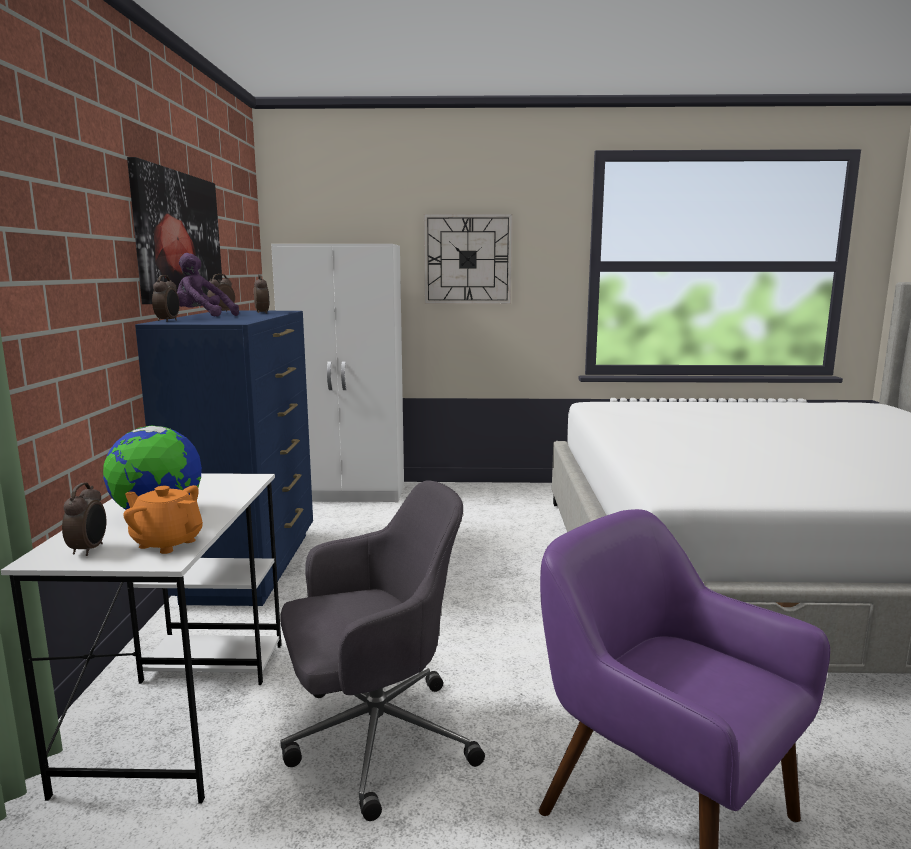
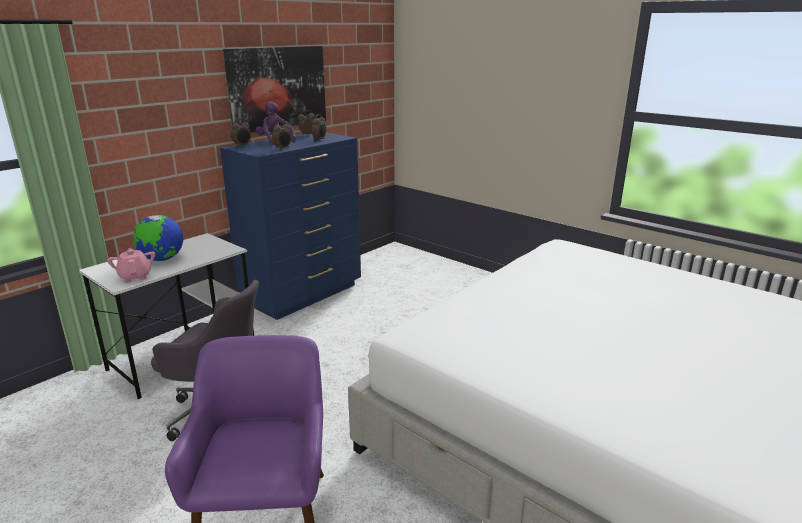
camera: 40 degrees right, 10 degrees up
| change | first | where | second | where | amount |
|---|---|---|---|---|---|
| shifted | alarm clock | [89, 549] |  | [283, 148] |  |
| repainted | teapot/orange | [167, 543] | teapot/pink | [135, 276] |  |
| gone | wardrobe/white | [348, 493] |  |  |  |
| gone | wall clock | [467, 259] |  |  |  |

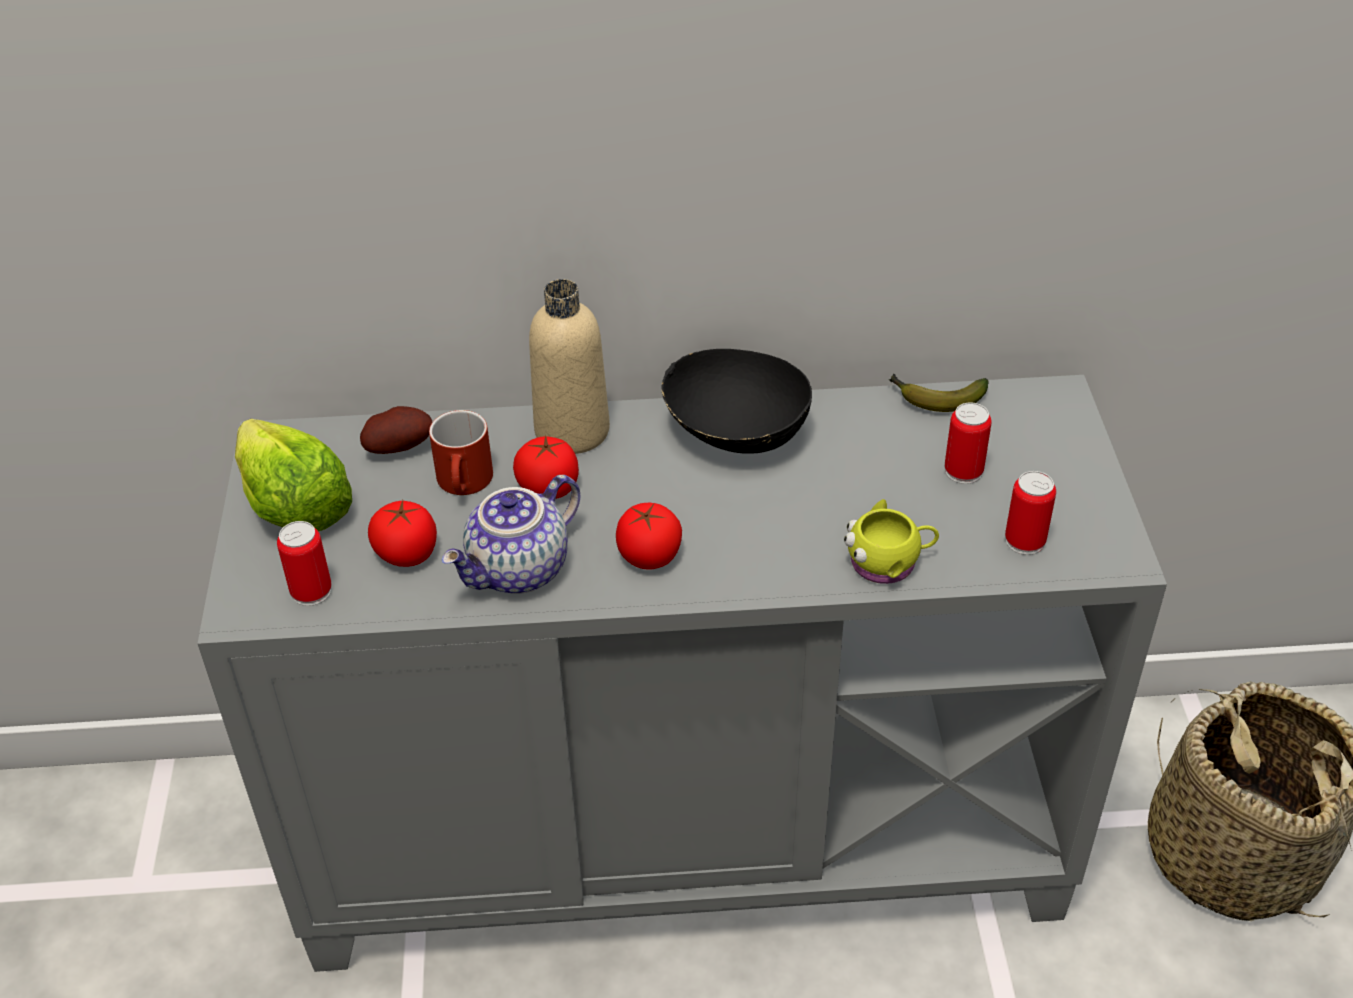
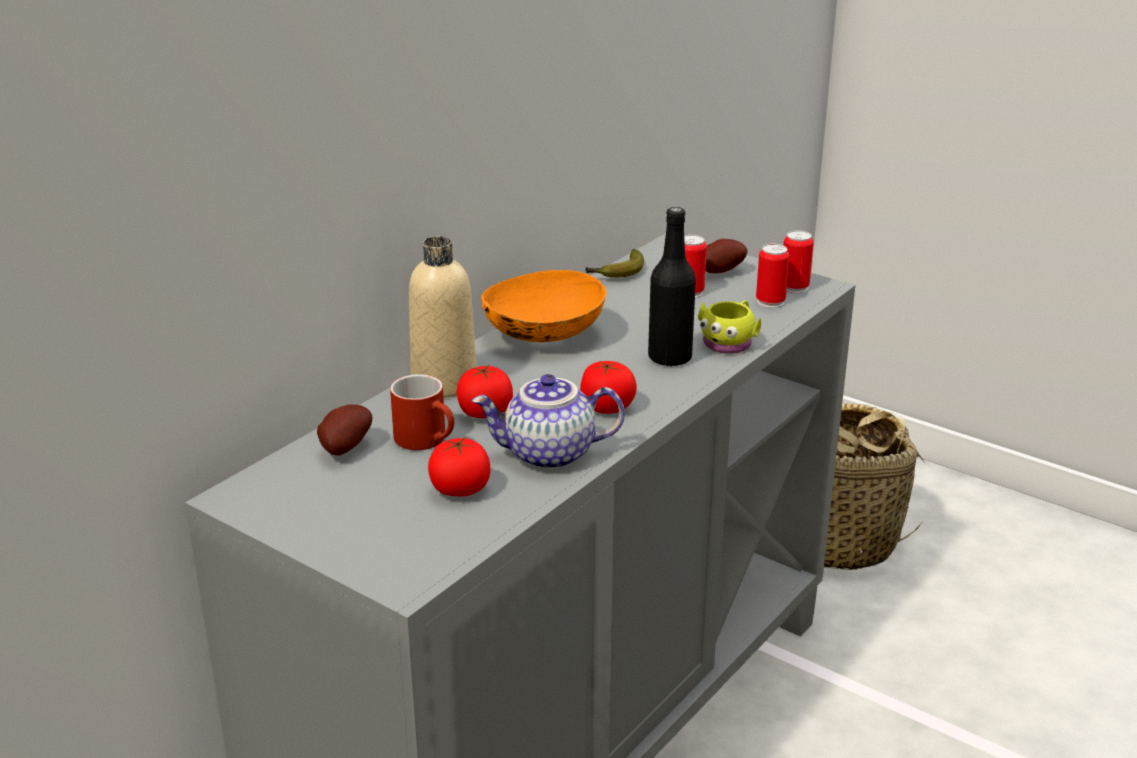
camera: 50 degrees left, 15 degrees down
| change | first | where | second | where | amount |
|---|---|---|---|---|---|
| gone | lettuce | [293, 505] |  |  |  |
| shifted | can | [311, 591] |  | [794, 287] |  |
| rotated | teapot | [519, 571] |  | [548, 455] | 90 degrees clockwise |
| repainted | bowl/black | [734, 434] | bowl/orange | [544, 337] |  |
| new |  |  | bottle/black | [670, 358] |  |
| new |  |  | potato | [719, 272] |  |

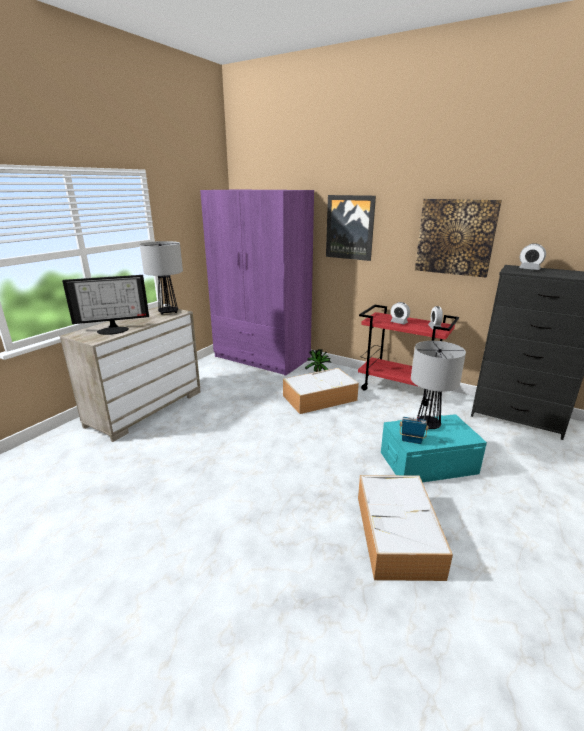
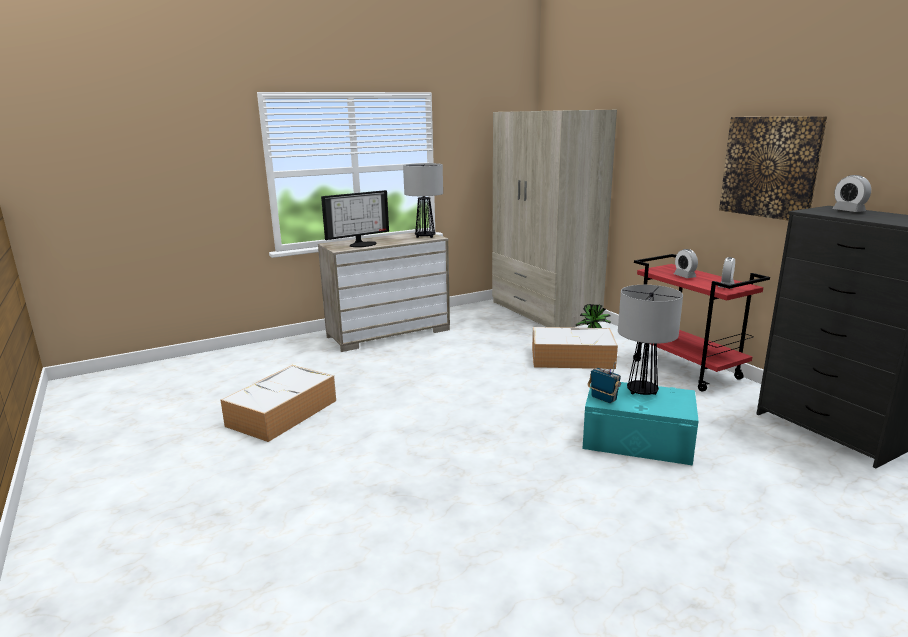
camera: 30 degrees right, 5 degrees down
| change | first | where | second | where | amount |
|---|---|---|---|---|---|
| rotated | monitor | [113, 329] |  | [362, 244] | 45 degrees counterclockwise |
| repainted | wardrobe/purple | [262, 358] | wardrobe/beige | [544, 311] |  |
| gone | picture | [350, 227] |  |  |  |
| shifted | storage box | [398, 536] |  | [282, 414] |  |

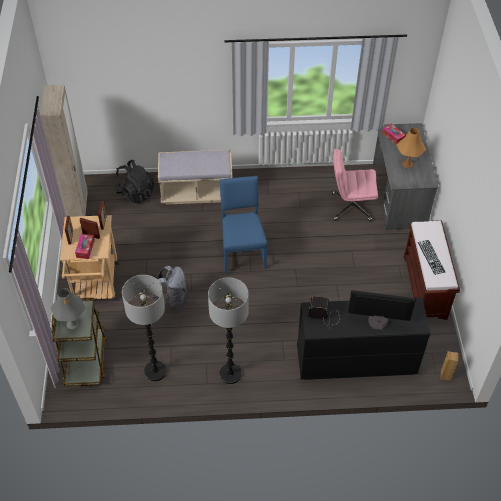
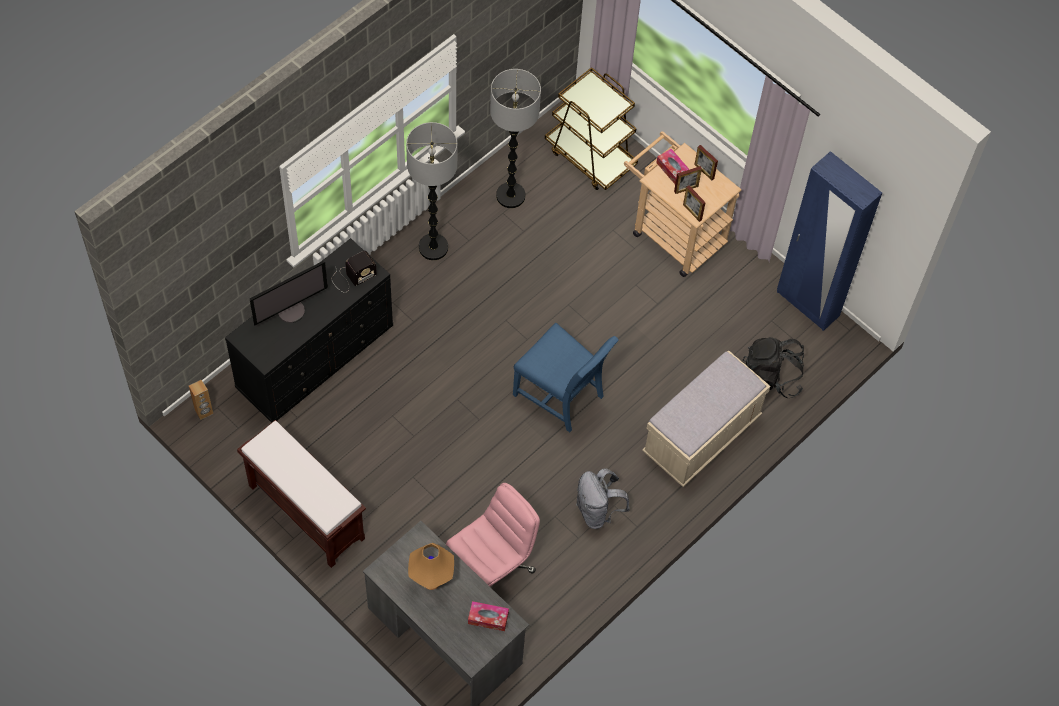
camera: 135 degrees right, 10 degrees up
| change | first | where | second | where | amount |
|---|---|---|---|---|---|
| repainted | wardrobe/beige | [78, 209] | wardrobe/blue | [807, 304] |  |
| gone | table lamp/grey | [72, 323] |  |  |  |
| shifted | backpack/grey | [172, 299] |  | [597, 511] |  |
| gone | keyboard | [431, 257] |  |  |  |

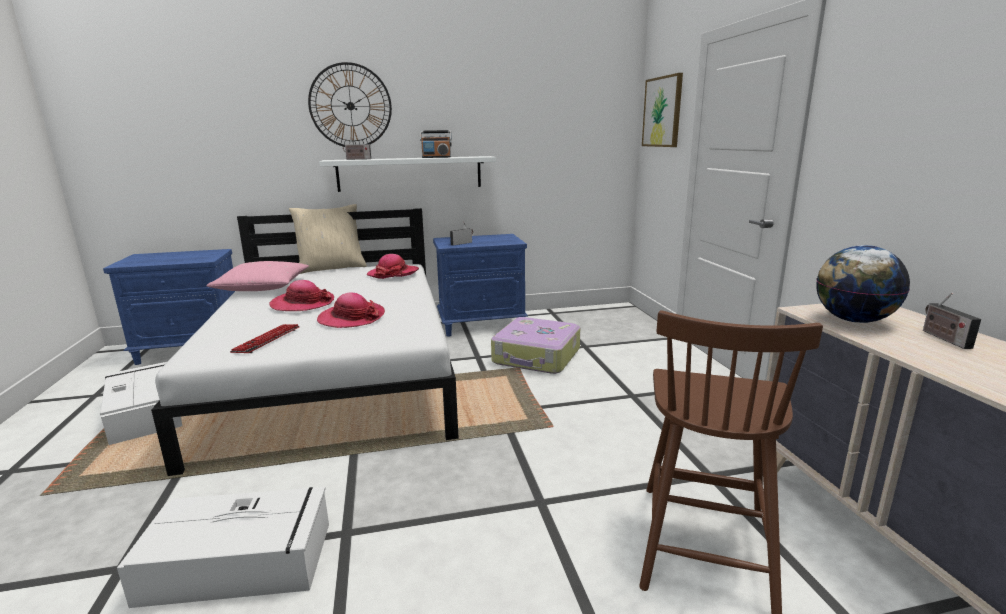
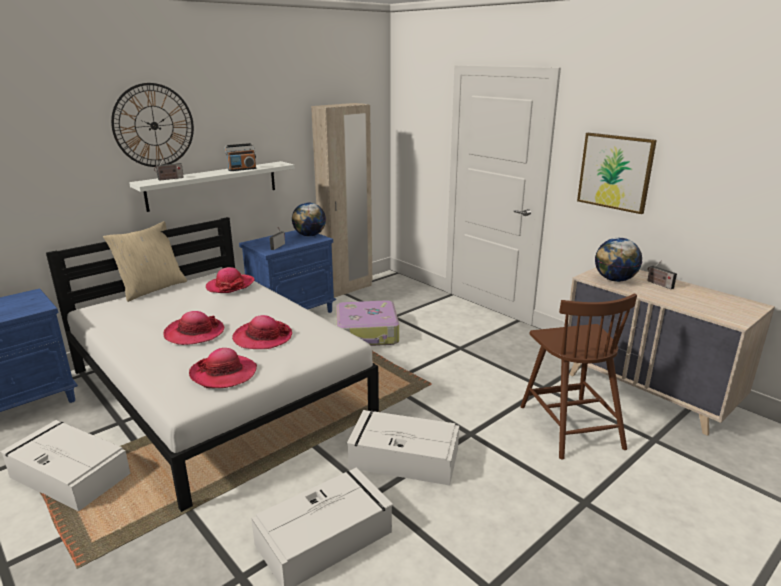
camera: 30 degrees left, 5 degrees up
| change | first | where | second | where | amount |
|---|---|---|---|---|---|
| gone | pillow/pink | [263, 287] |  |  |  |
| swapped | keyboard | [267, 340] | hat | [223, 373] |  |
| shifted | picture | [662, 112] |  | [615, 172] |  |
| new |  |  | globe | [309, 235] |  |
| new |  |  | wardrobe/beige | [347, 289] |  |
| new |  |  | storage box/white | [402, 457] |  |

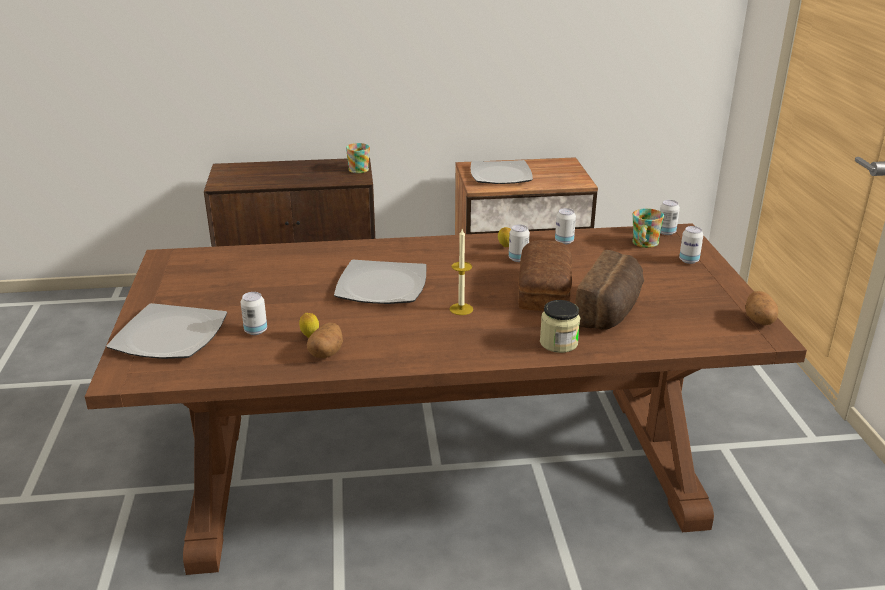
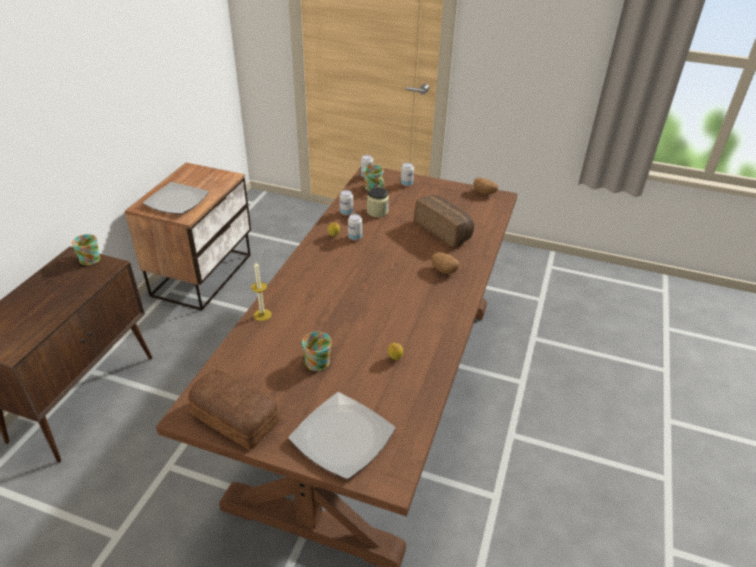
camera: 65 degrees left, 10 degrees up
| change | first | where | second | where | amount |
|---|---|---|---|---|---|
| gone | can | [256, 331] |  |  |  |
| shifted | potato | [326, 353] |  | [443, 270] |  |
| gone | plate | [381, 285] |  |  |  |
| shifted | candle | [461, 309] |  | [262, 315] |  |
| shifted | bread | [545, 289] |  | [235, 416] |  |
| shifted | jar | [558, 343] |  | [377, 212] |  |
| new |  |  | mug | [318, 359] |  |

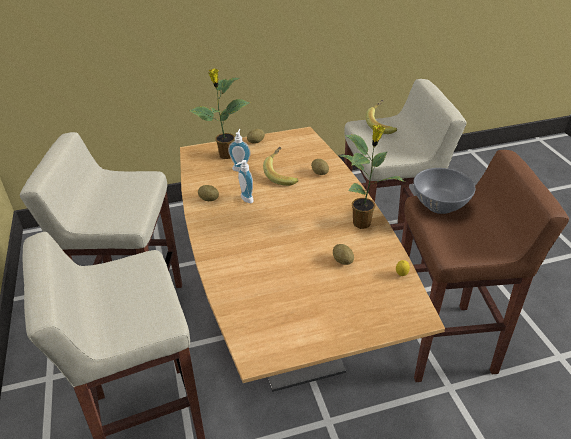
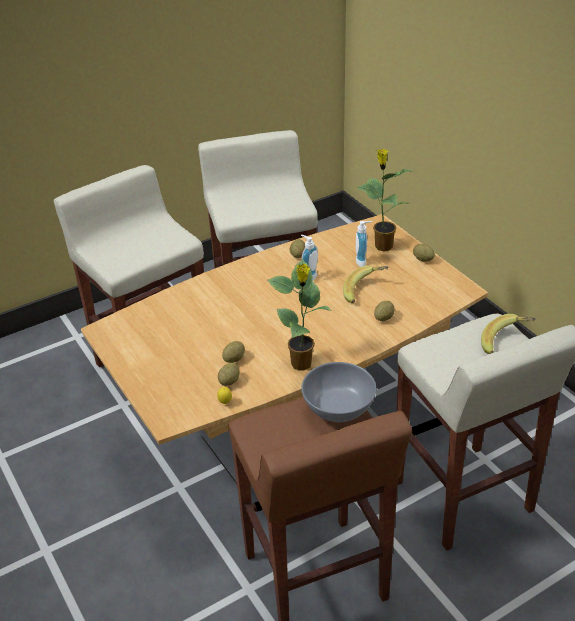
camera: 75 degrees right, 0 degrees up
| change | first | where | second | where | amount |
|---|---|---|---|---|---|
| new |  |  | potato | [229, 381] |  |

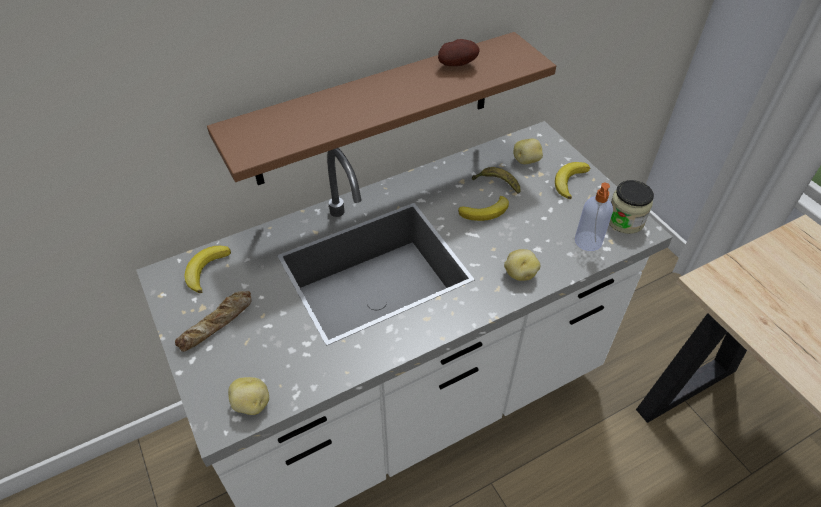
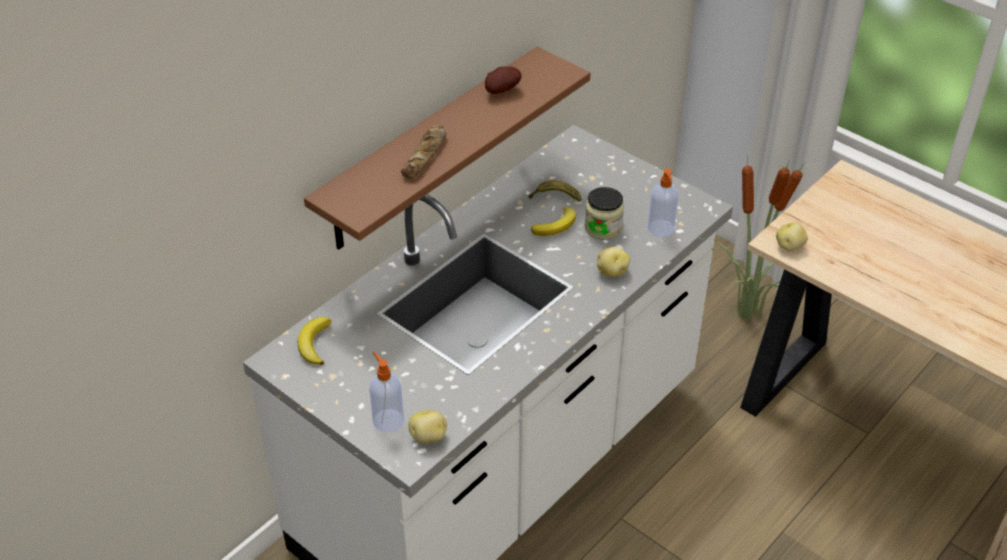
camera: 20 degrees left, 5 degrees down
| change | first | where | second | where | amount |
|---|---|---|---|---|---|
| shifted | bread | [217, 324] |  | [425, 156] |  |
| shifted | potato | [527, 161] |  | [790, 246] |  |
| gone | banana | [569, 181] |  |  |  |
| shifted | jar | [625, 220] |  | [603, 228] |  |
| new |  |  | soap dispenser | [387, 420] |  |
| new |  |  | potted plant | [746, 315] |  |

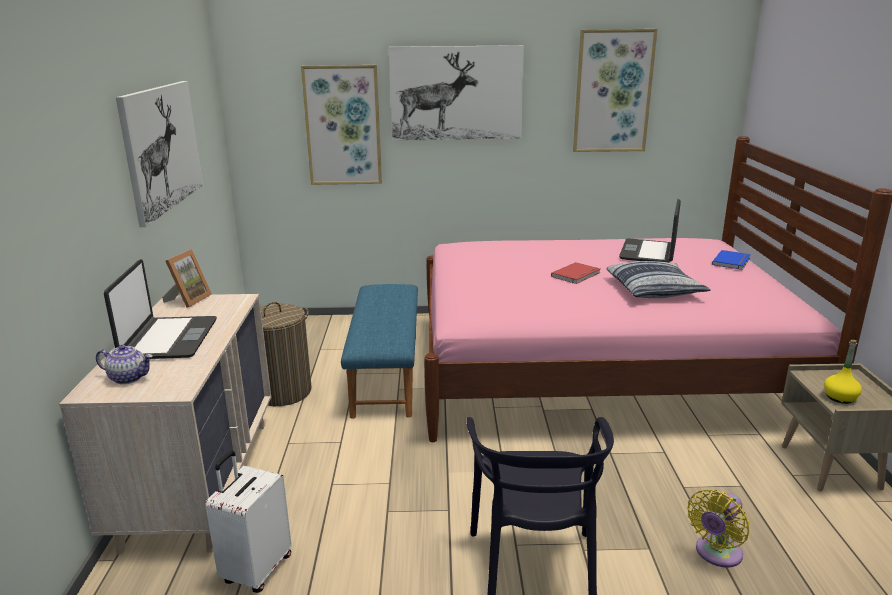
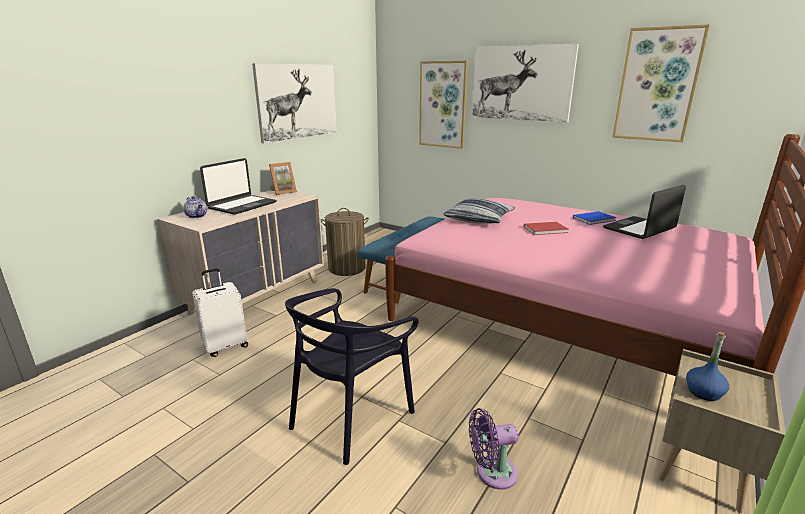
camera: 35 degrees right, 0 degrees up
| change | first | where | second | where | amount |
|---|---|---|---|---|---|
| shifted | pillow | [654, 289] |  | [479, 219] |  |
| repainted | fan/yellow | [716, 554] | fan/purple | [492, 473] |  |
| shifted | book/blue | [732, 262] |  | [595, 220] |  |
| repainted | bottle/yellow | [840, 397] | bottle/blue | [703, 392] |  |

